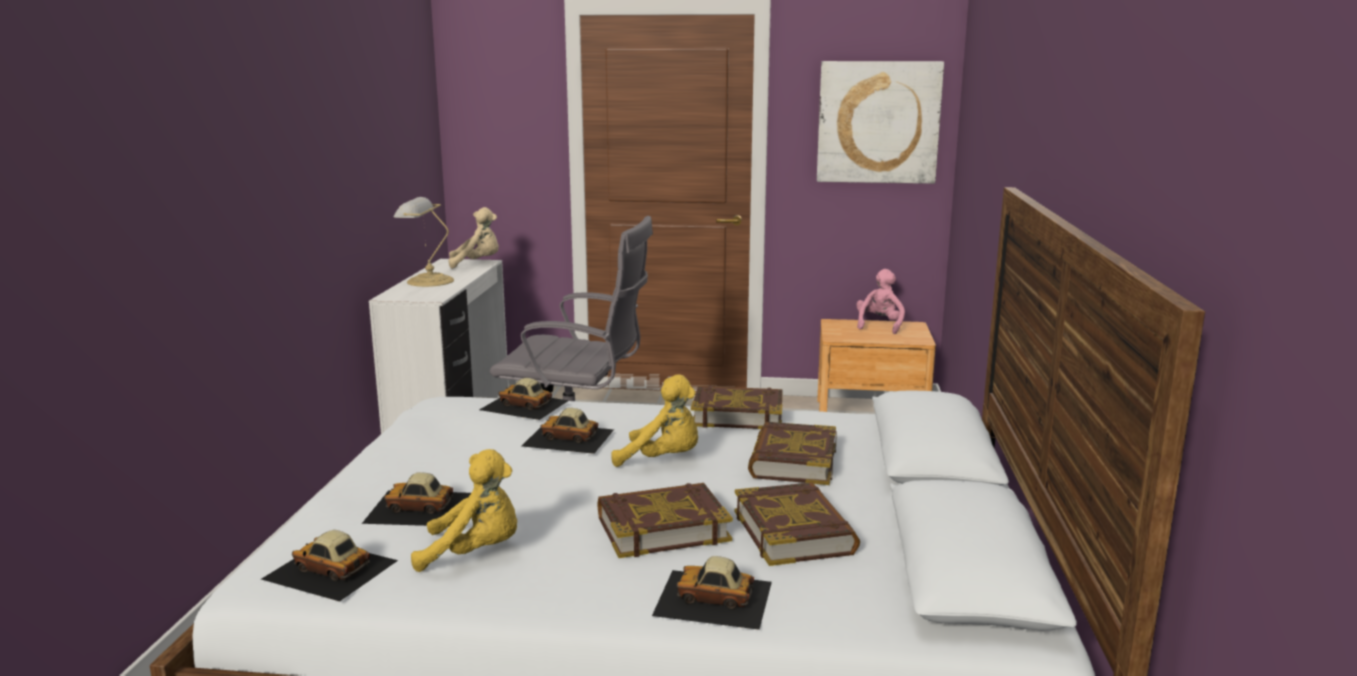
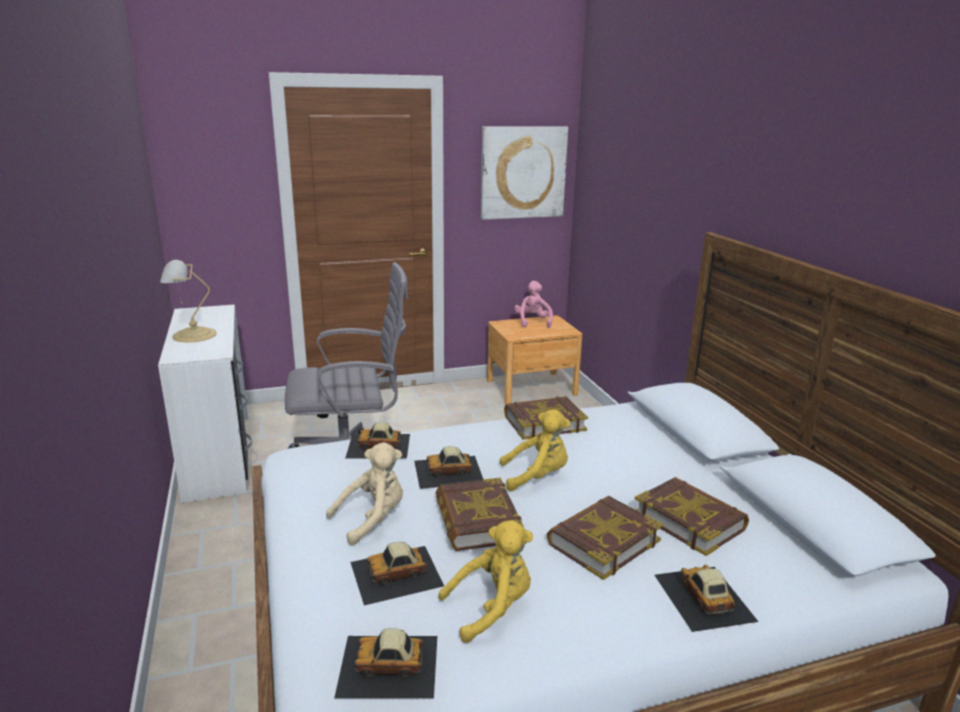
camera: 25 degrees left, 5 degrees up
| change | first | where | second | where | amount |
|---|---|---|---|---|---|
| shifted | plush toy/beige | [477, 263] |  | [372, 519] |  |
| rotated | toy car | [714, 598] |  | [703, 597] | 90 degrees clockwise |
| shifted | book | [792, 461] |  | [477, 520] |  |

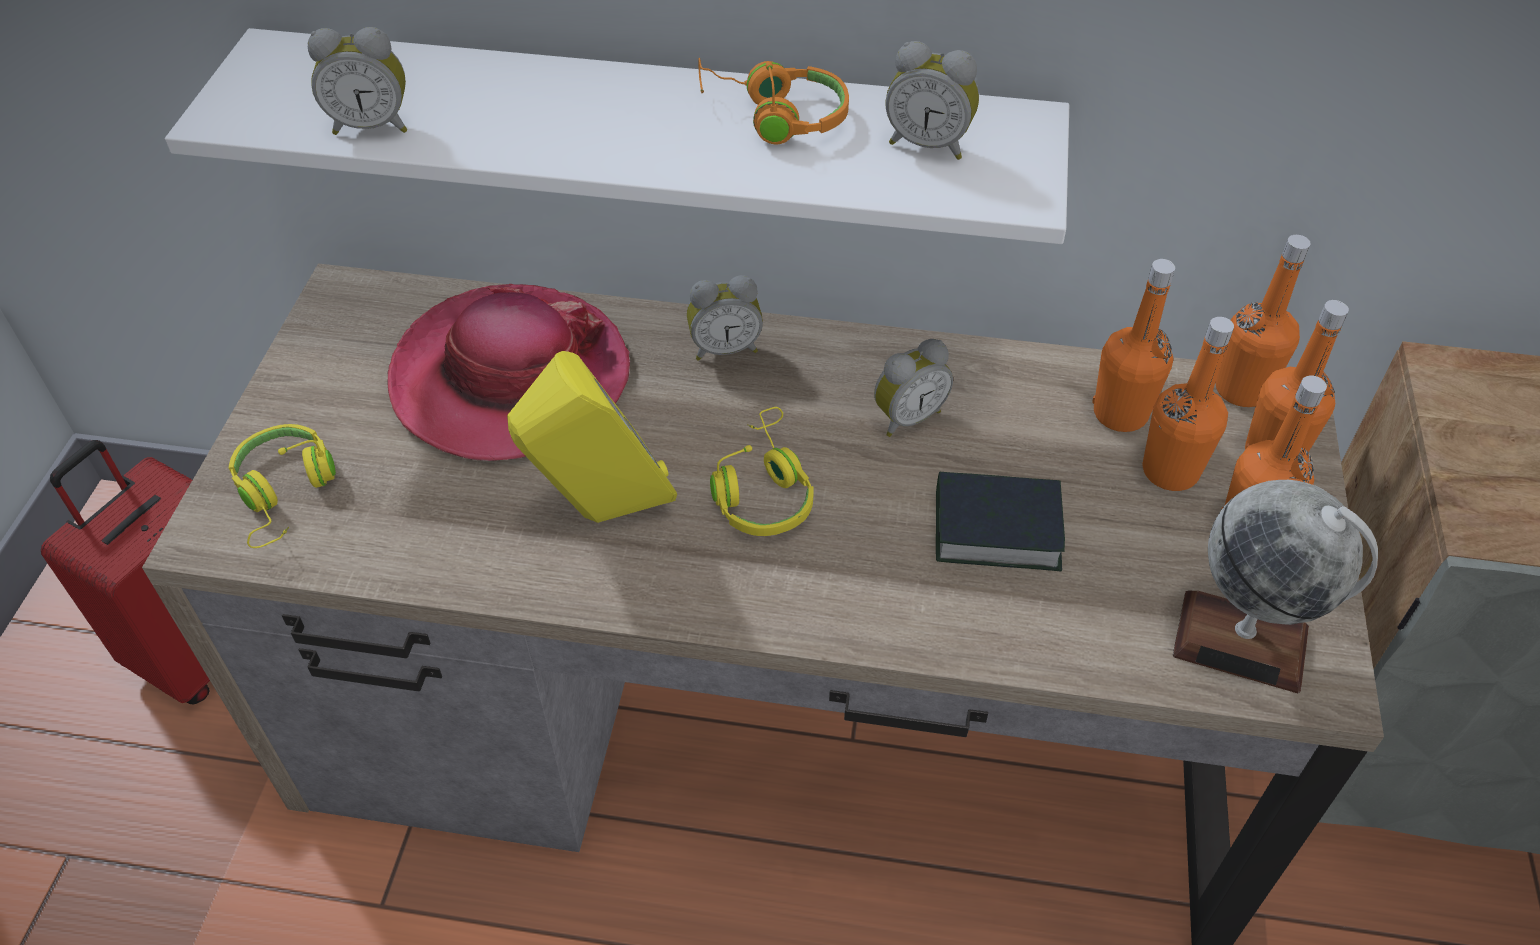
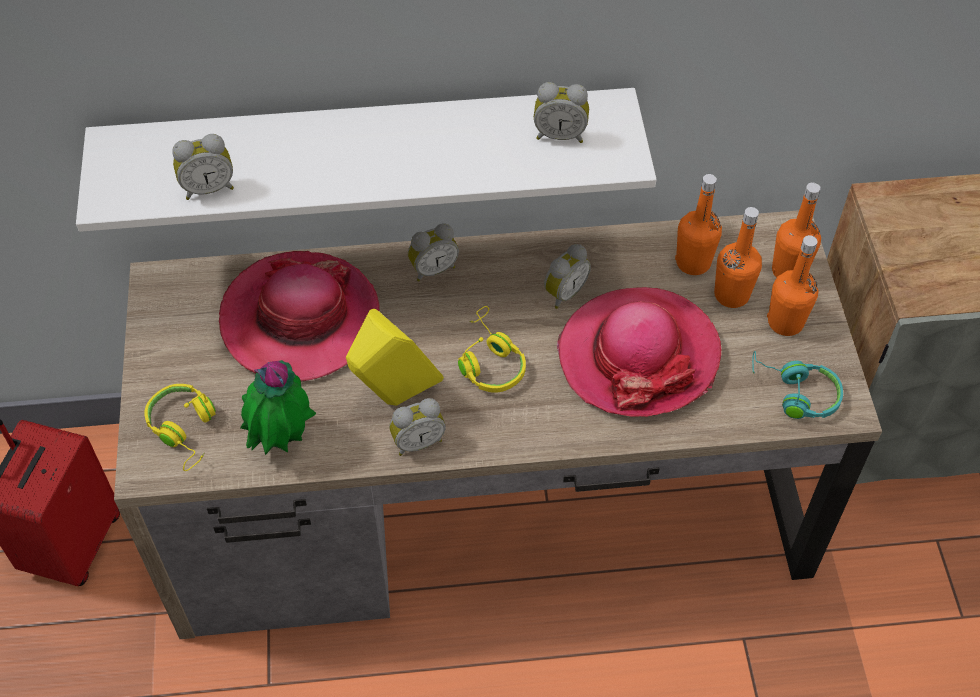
camera: 15 degrees left, 5 degrees up
| change | first | where | second | where | amount |
|---|---|---|---|---|---|
| gone | headphones/orange | [774, 116] |  |  |  |
| swapped | book | [996, 529] | hat | [638, 355] |  |
| swapped | globe | [1241, 641] | headphones/turquoise | [794, 393] |  |
| gone | bottle/orange | [1241, 389] |  |  |  |
| new |  |  | potted plant | [282, 443] |  |
| new |  |  | alarm clock | [417, 441] |  |

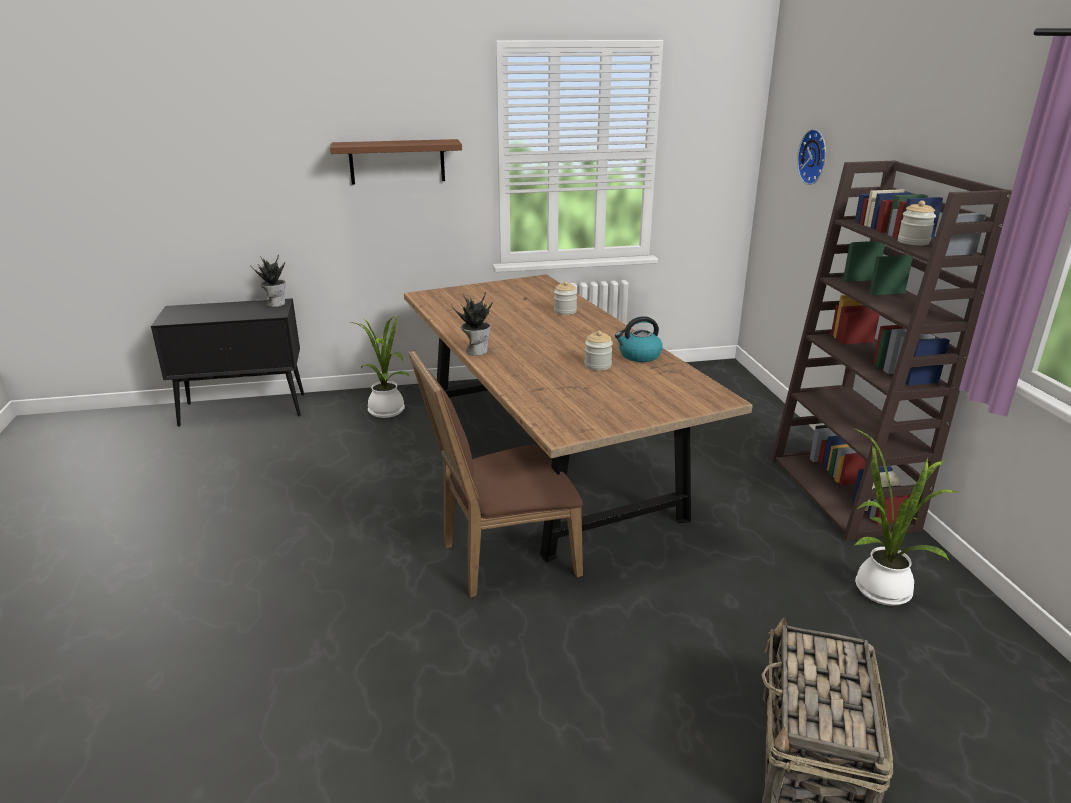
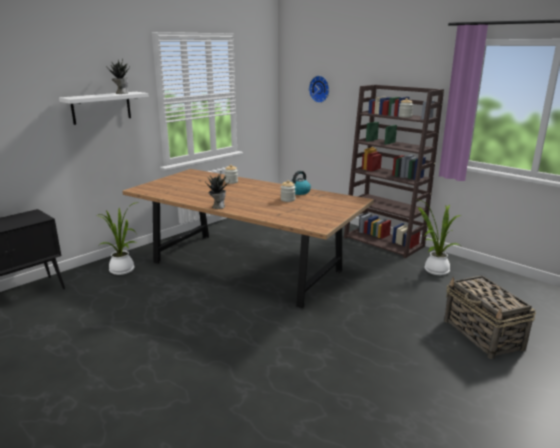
camera: 35 degrees left, 5 degrees down
| change | first | where | second | where | amount |
|---|---|---|---|---|---|
| shifted | potted plant | [276, 303] |  | [121, 93] |  |
| repainted | shelf/brown | [397, 161] | shelf/white | [101, 107] |  |
| gone | chair/brown | [501, 558] |  |  |  |

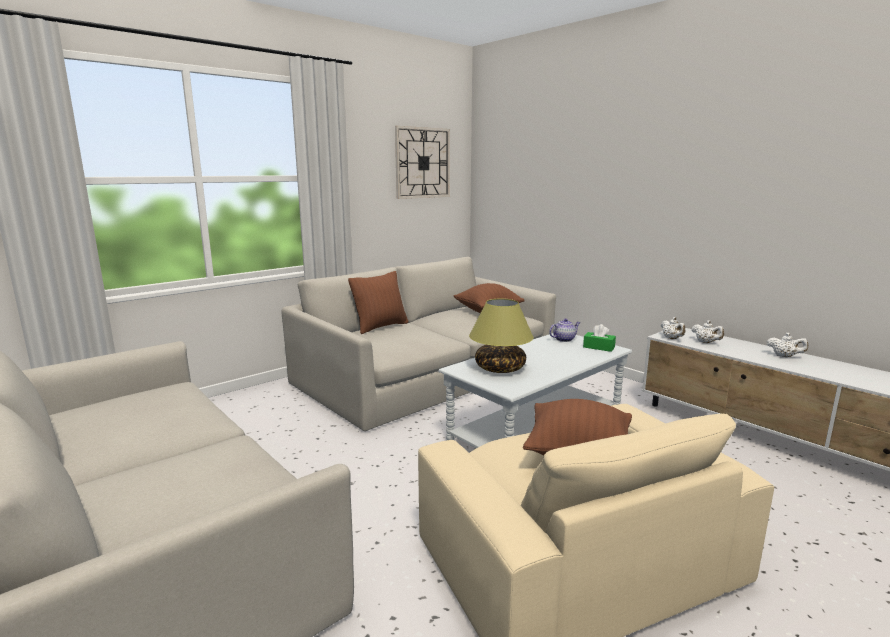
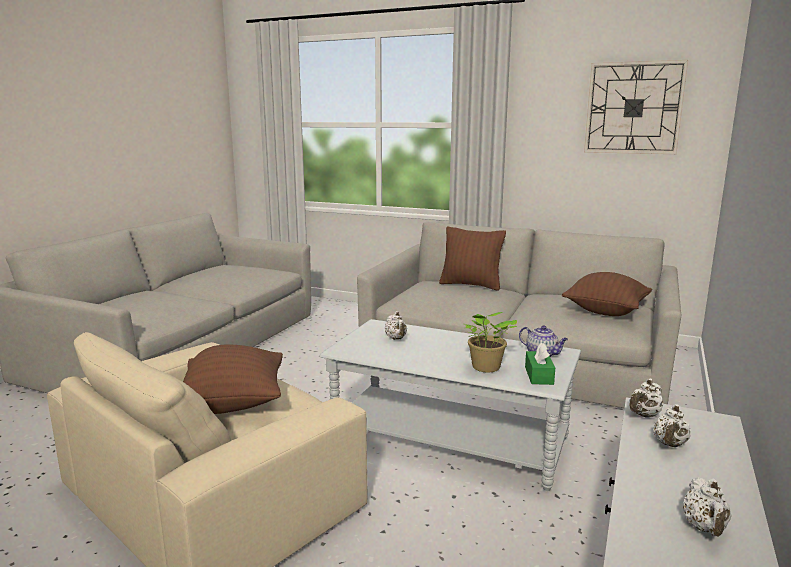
camera: 65 degrees right, 0 degrees up
| change | first | where | second | where | amount |
|---|---|---|---|---|---|
| swapped | table lamp | [500, 368] | teapot/white | [396, 339] |  |
| new |  |  | potted plant | [485, 368] |  |

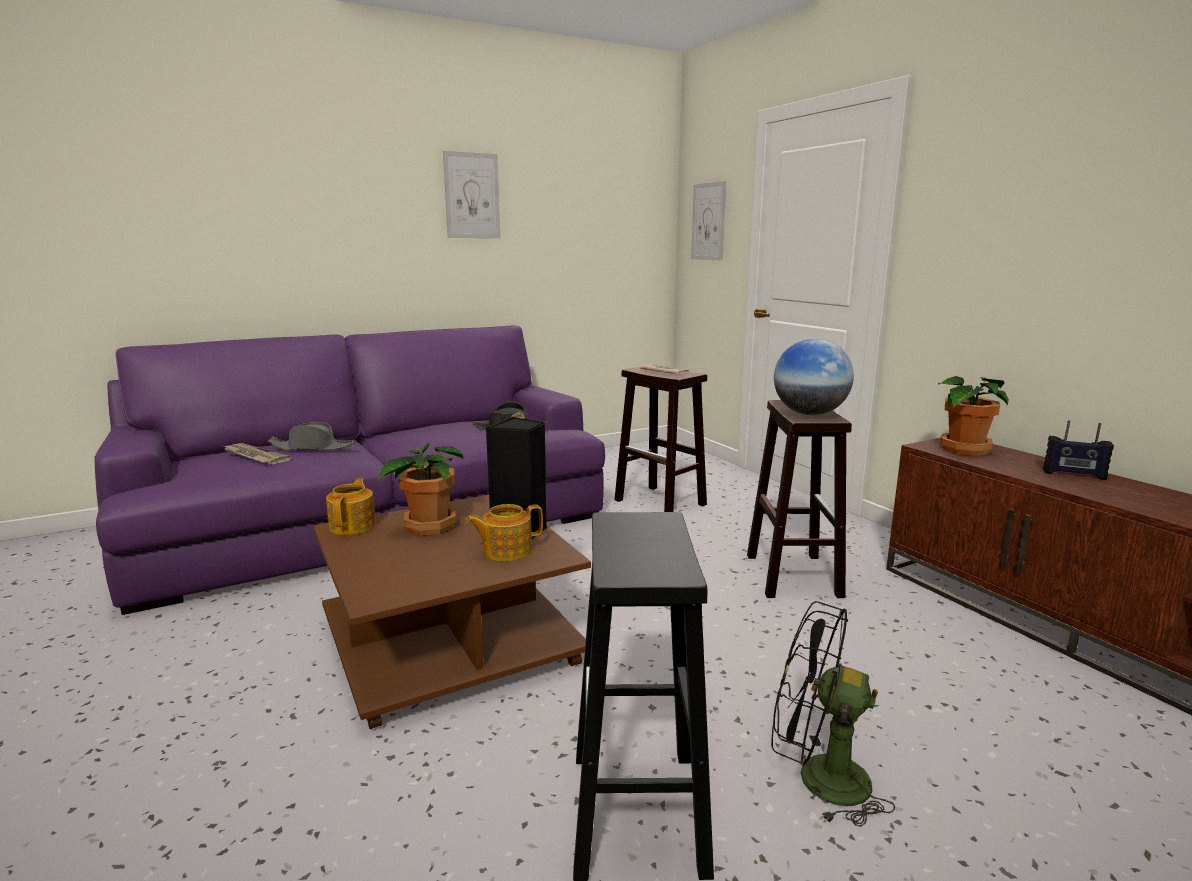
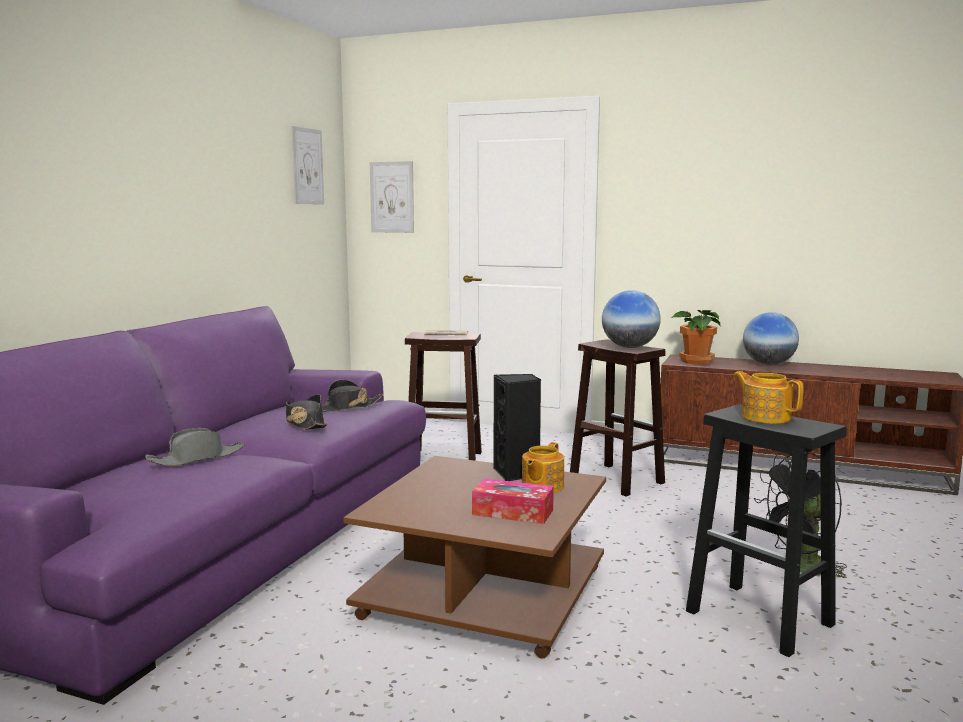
camera: 40 degrees left, 5 degrees down
| change | first | where | second | where | amount |
|---|---|---|---|---|---|
| gone | newspaper | [254, 456] |  |  |  |
| shifted | teapot | [353, 526] |  | [765, 417] |  |
| gone | potted plant | [428, 526] |  |  |  |
| shifted | picture | [472, 196] |  | [307, 166] |  |
| swapped | radio | [1074, 474] | globe | [768, 364] |  |
| new |  |  | hat/black | [305, 423] |  |
| new |  |  | tissue box | [512, 512] |  |

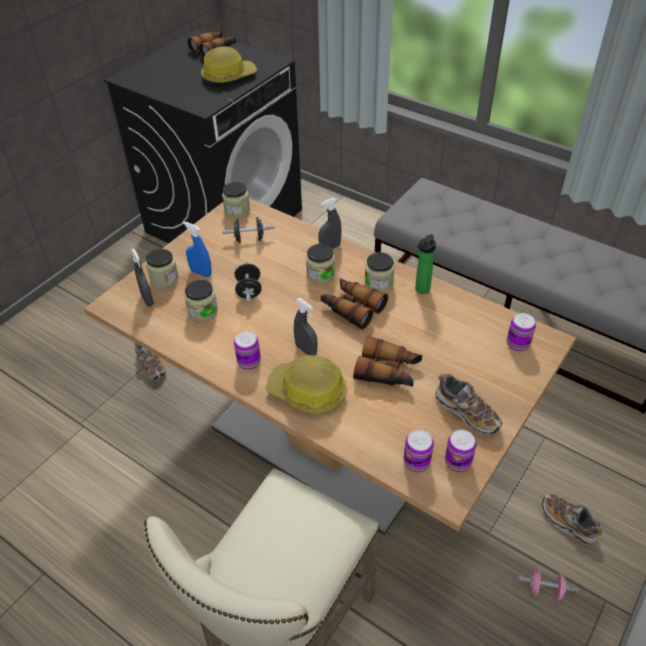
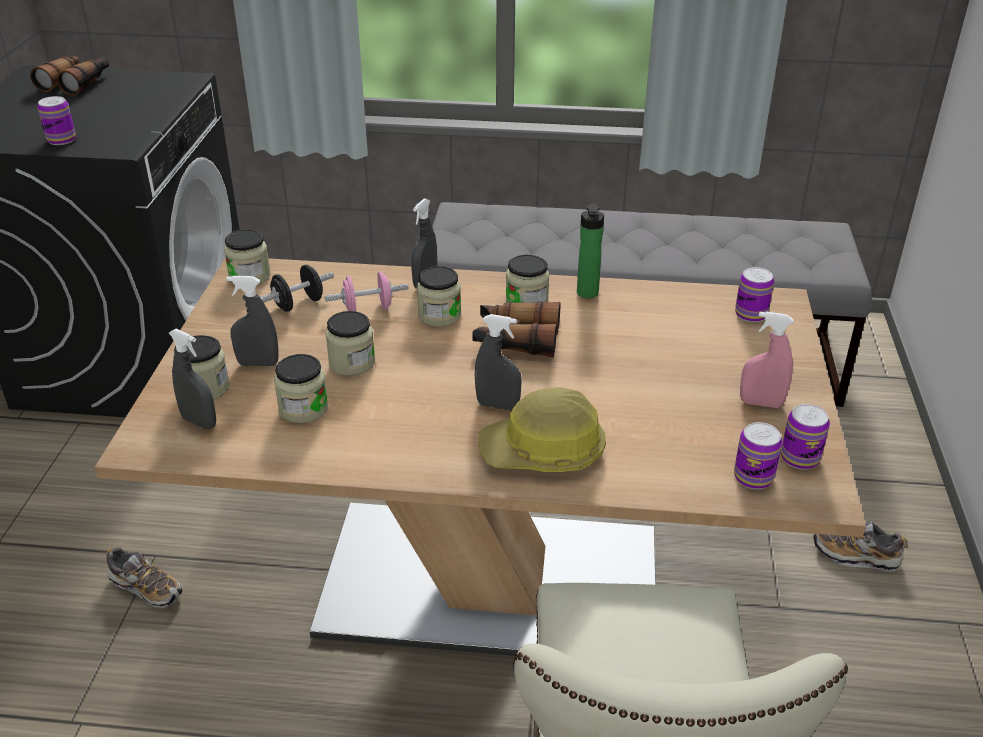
camera: 30 degrees left, 10 degrees down
| change | first | where | second | where | amount |
|---|---|---|---|---|---|
| repainted | spray bottle/blue | [201, 273] | spray bottle/grey | [258, 363] |  |
| gone | hard hat | [228, 76] |  |  |  |
| swapped | dumbbell/black | [249, 290] | jar | [352, 363] |  |
| shifted | can | [249, 362] |  | [61, 140] |  |
| gone | binoculars | [388, 371] |  |  |  |
| swapped | shoe | [466, 412] | spray bottle/pink | [761, 403] |  |
| shifted | dumbbell/pink | [545, 590] |  | [368, 309] |  |

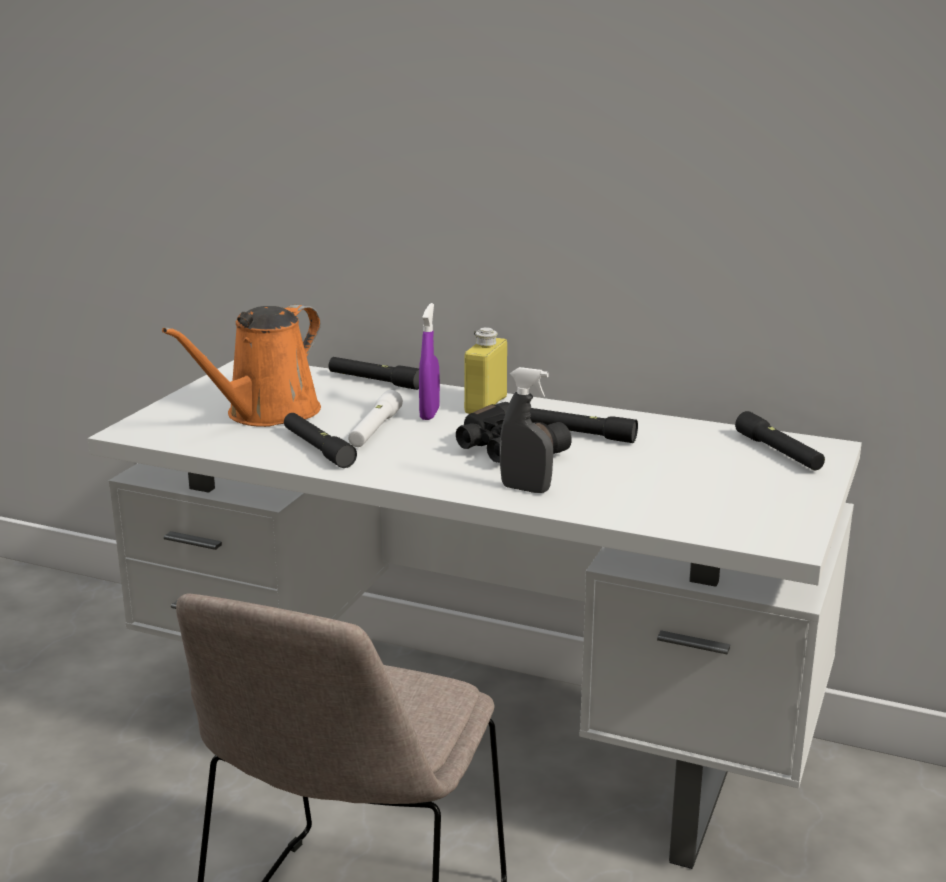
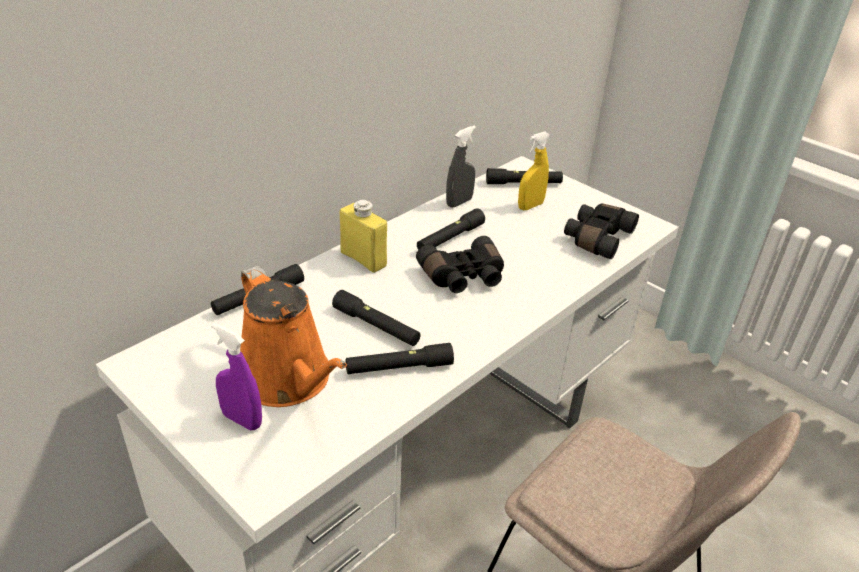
camera: 70 degrees left, 15 degrees up
| change | first | where | second | where | amount |
|---|---|---|---|---|---|
| repainted | flashlight/white | [375, 429] | flashlight/black | [376, 326] |  |
| shifted | spray bottle/purple | [429, 413] |  | [242, 420] |  |
| shifted | spray bottle/grey | [525, 489] |  | [459, 202] |  |
| new |  |  | spray bottle/yellow | [530, 206] |  |
| new |  |  | binoculars/black | [596, 238] |  |

